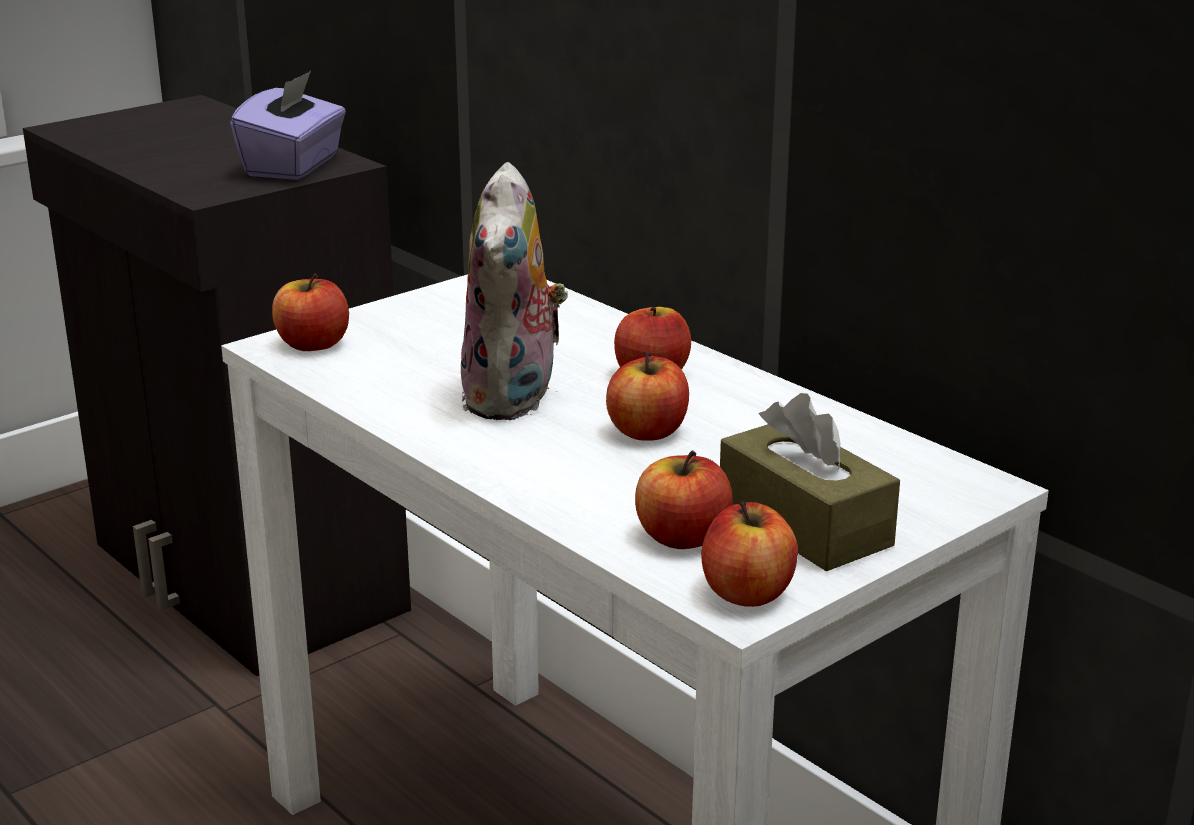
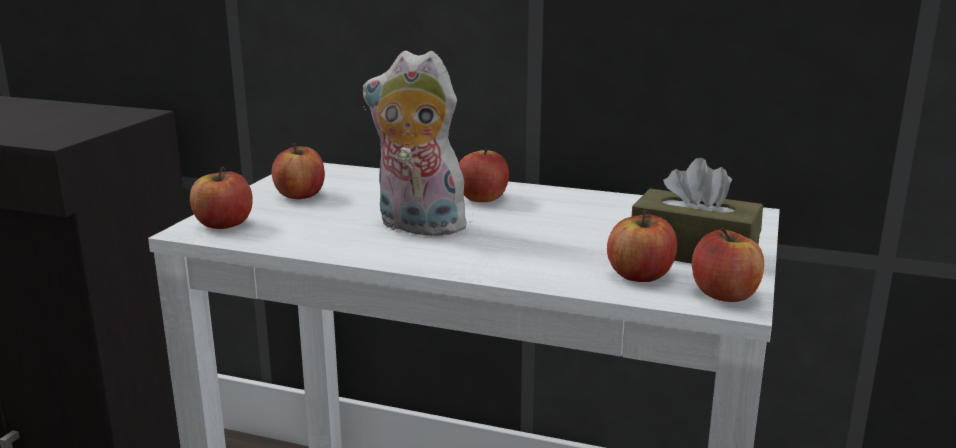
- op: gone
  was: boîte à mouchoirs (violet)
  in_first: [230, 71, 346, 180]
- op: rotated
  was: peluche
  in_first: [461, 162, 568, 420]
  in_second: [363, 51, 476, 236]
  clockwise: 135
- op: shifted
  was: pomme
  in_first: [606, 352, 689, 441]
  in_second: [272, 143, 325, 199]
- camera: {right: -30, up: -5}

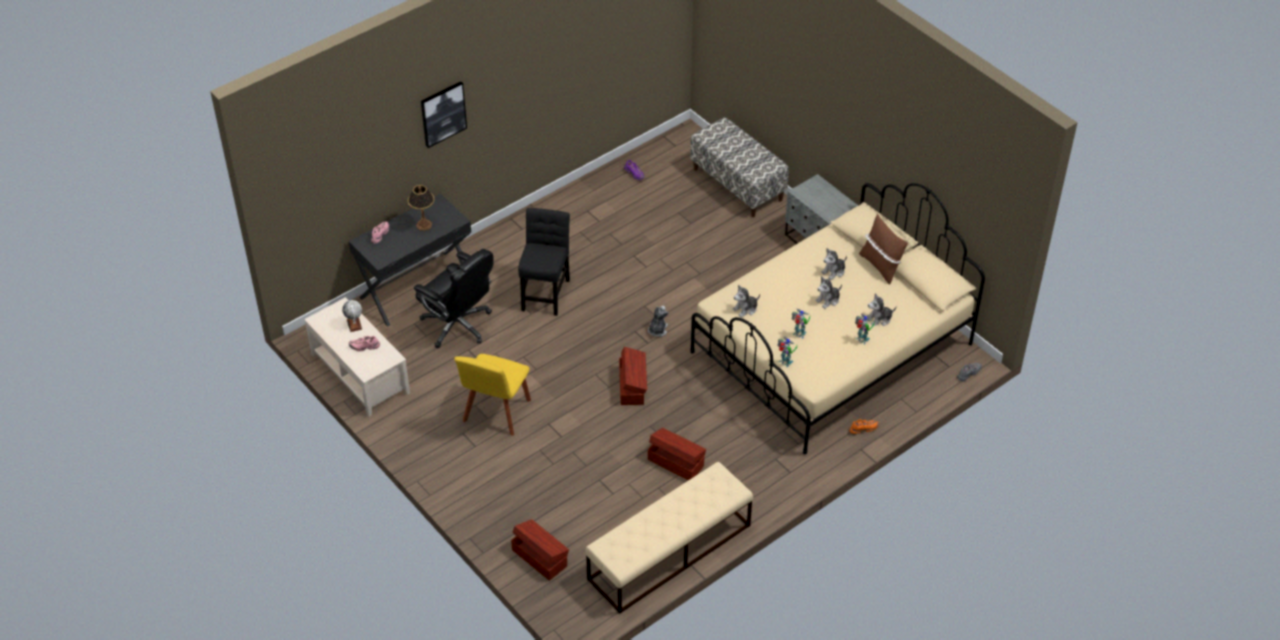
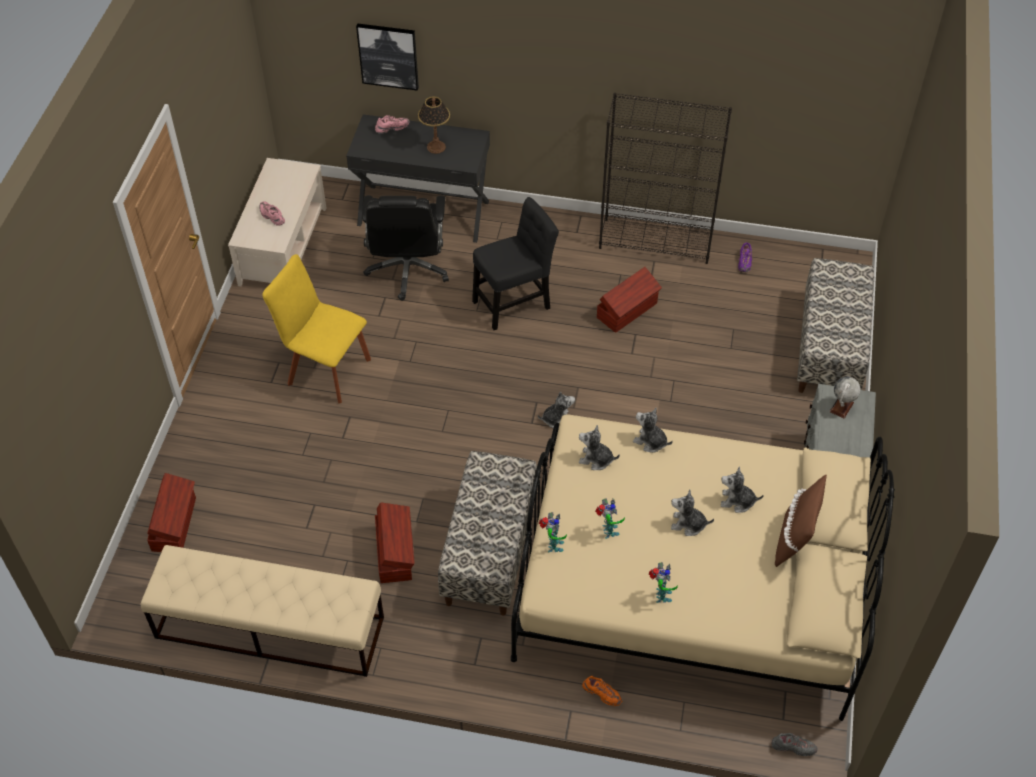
- op: shifted
  was: tableau
  in_first: [421, 82, 467, 148]
  in_second: [356, 23, 419, 91]
- op: shifted
  was: peluche
  in_first: [867, 293, 897, 326]
  in_second: [633, 408, 673, 453]
- op: shifted
  was: globe
  in_first: [342, 300, 362, 332]
  in_second: [830, 377, 861, 419]
- op: shifted
  was: boîte de rangement (marron)
  in_first: [619, 347, 647, 405]
  in_second: [597, 267, 662, 333]
- op: rotated
  was: chaise (jaune)
  in_first: [454, 354, 531, 436]
  in_second: [262, 254, 371, 404]
  clockwise: 45
- op: new
  now: bibliothèque (noir)
  in_second: [599, 93, 732, 264]
- op: new
  now: banc
  in_second: [438, 451, 537, 616]
- camera: {right: 50, up: 5}

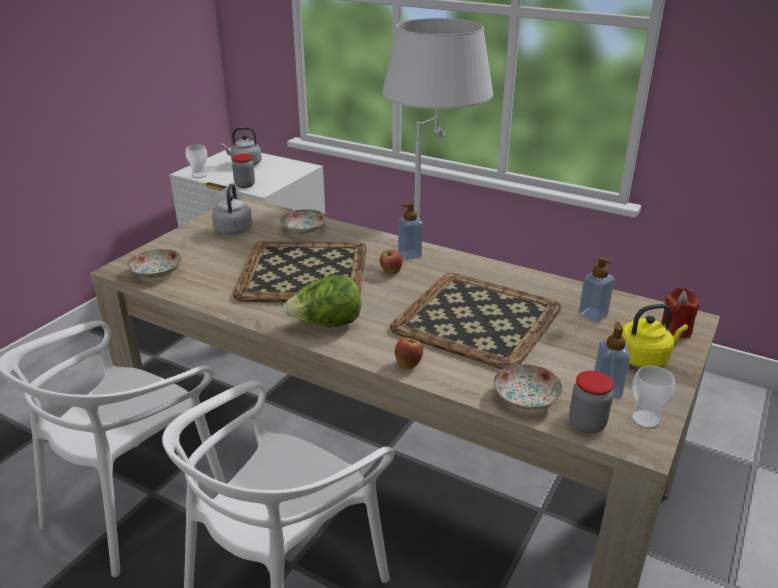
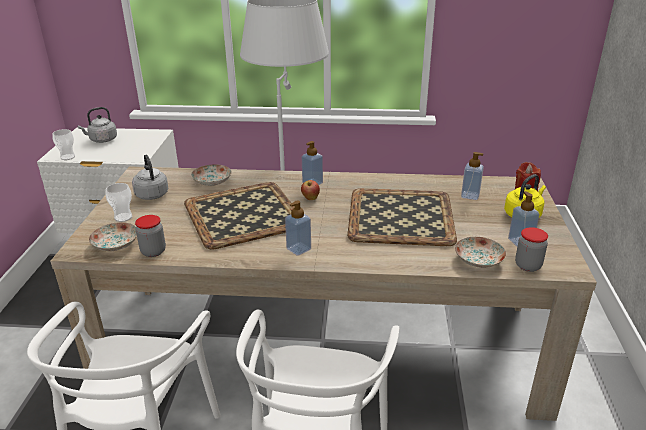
- op: shifted
  was: bocal
  in_first: [232, 154, 255, 188]
  in_second: [135, 215, 166, 257]
- op: swapped
  was: laitue
  now: distributeur de savon
  in_first: [283, 275, 361, 327]
  in_second: [285, 201, 311, 256]
- op: gone
  was: pomme
  in_first: [395, 334, 423, 369]
- op: shifted
  was: tasse
  in_first: [631, 366, 675, 429]
  in_second: [106, 183, 133, 222]
- camera: {right: -25, up: 0}

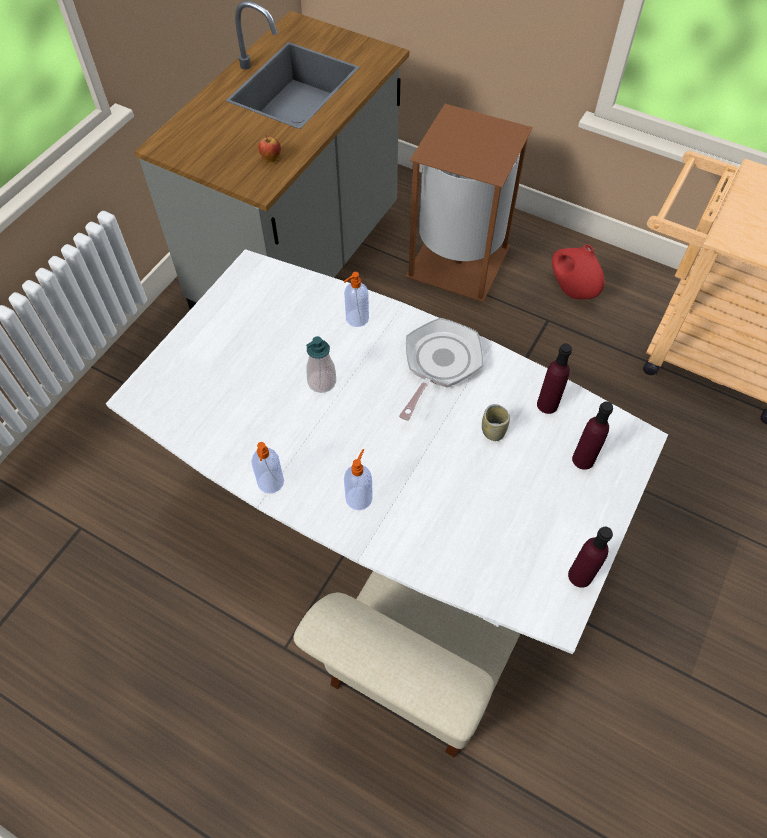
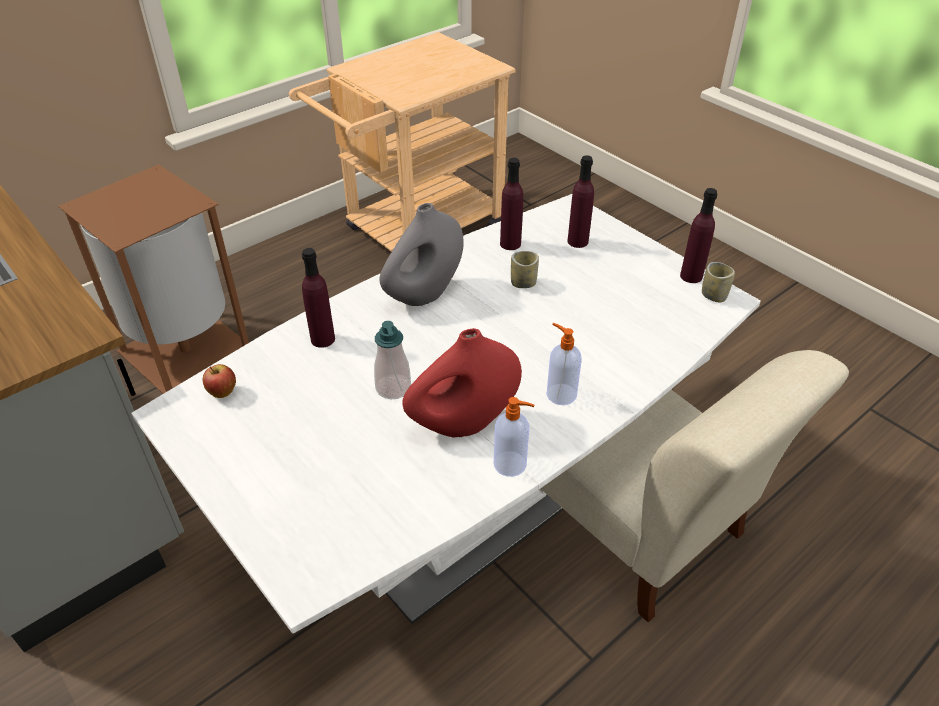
- op: shifted
  was: pomme
  in_first: [258, 134, 281, 162]
  in_second: [203, 364, 236, 398]
- op: shifted
  was: vase (rouge)
  in_first: [552, 244, 605, 299]
  in_second: [402, 328, 522, 438]
- op: swapped
  was: distributeur de savon
  now: bouteille (violet)
  in_first: [344, 272, 369, 327]
  in_second: [302, 248, 335, 348]
- op: swapped
  was: poêle
  now: vase (gris)
  in_first: [399, 318, 483, 421]
  in_second: [379, 203, 464, 306]
- op: new
  now: tasse
  in_second: [702, 262, 735, 302]
- camera: {right: -70, up: -15}

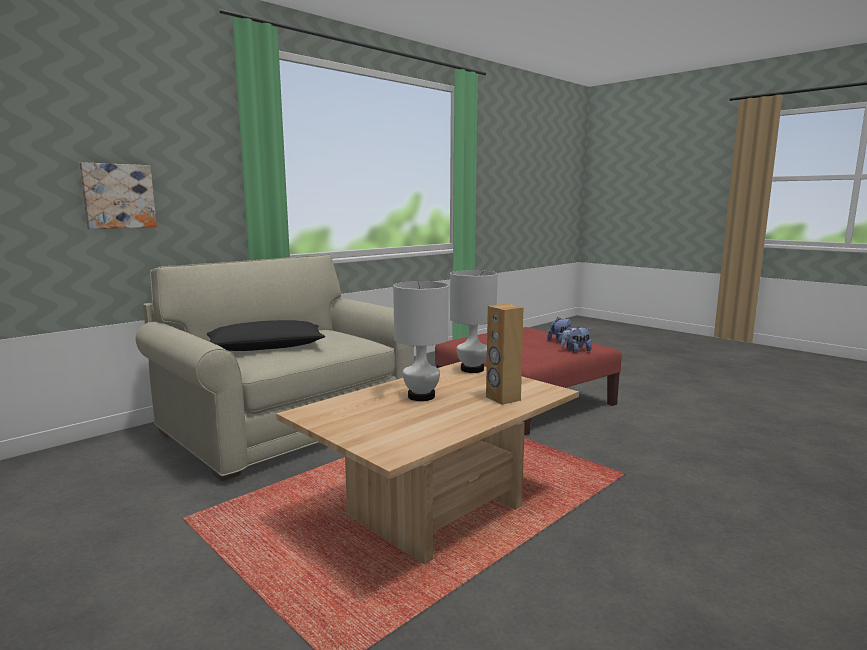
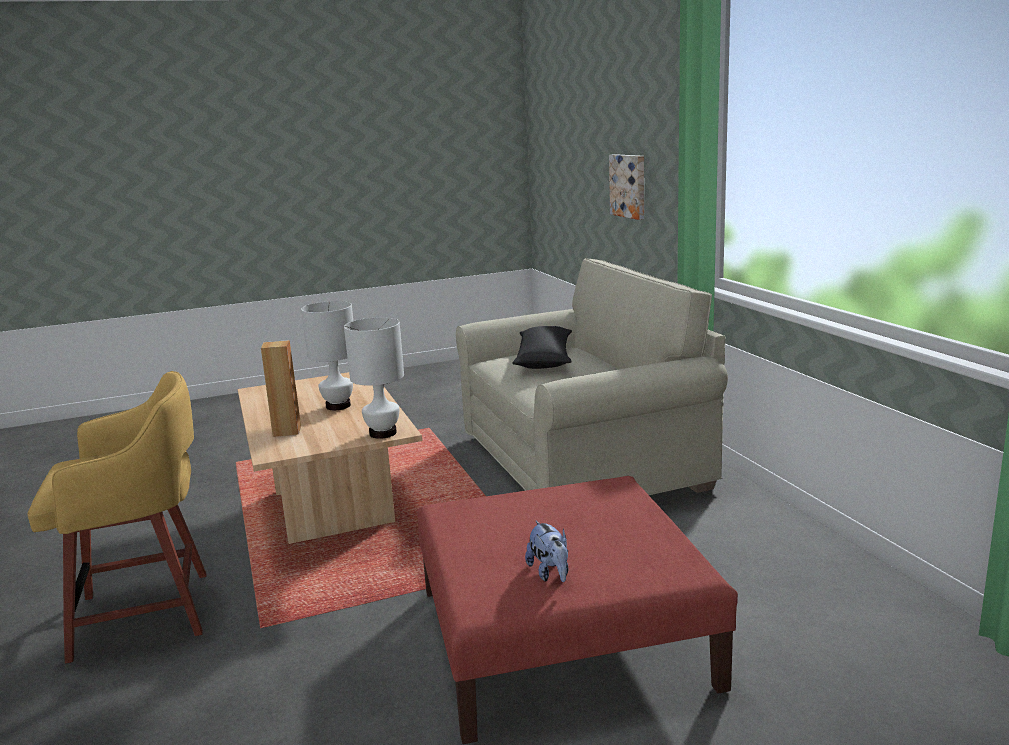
- op: gone
  was: peluche
  in_first: [561, 326, 592, 353]
- op: new
  now: tabouret (jaune)
  in_second: [27, 371, 206, 664]
- camera: {right: 115, up: 5}

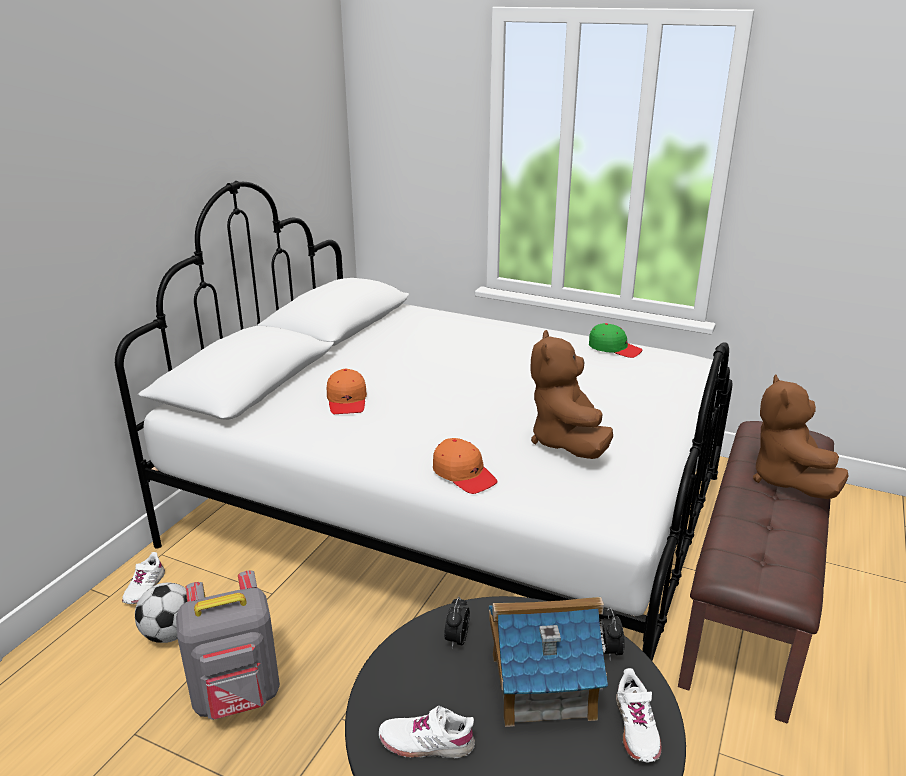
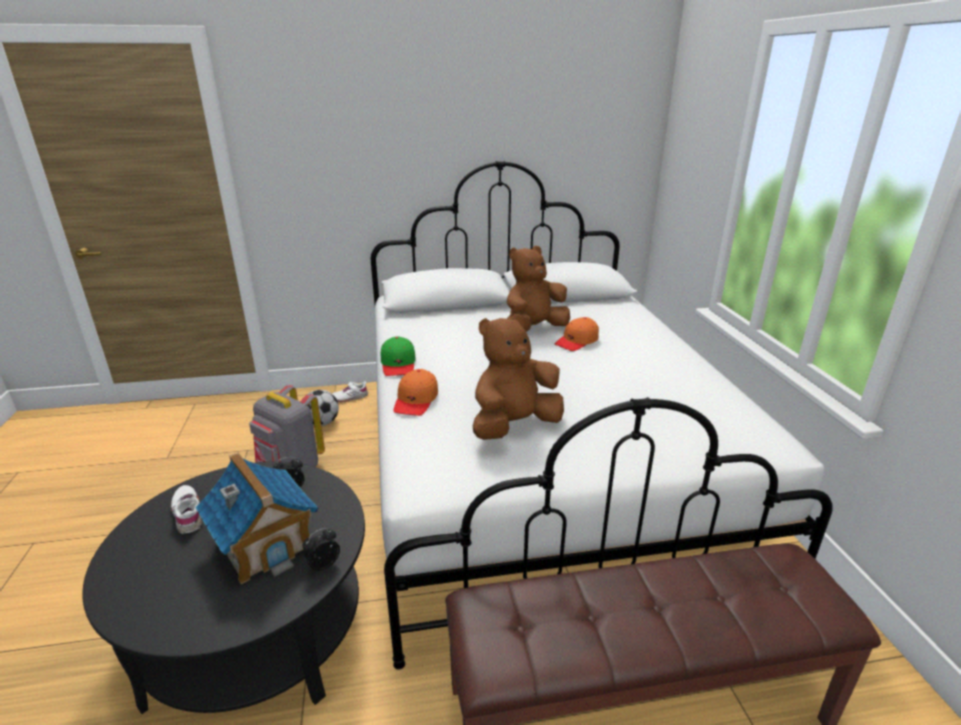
- op: shifted
  was: casquette (vert)
  in_first: [589, 323, 642, 358]
  in_second: [381, 336, 416, 376]
- op: shifted
  was: casquette (orange)
  in_first: [327, 369, 367, 414]
  in_second: [555, 317, 599, 351]
- op: shifted
  was: peluche (marron)
  in_first: [753, 374, 849, 499]
  in_second: [507, 246, 570, 332]
- op: gone
  was: chaussure (blanc)
  in_first: [616, 668, 662, 763]
- camera: {right: 55, up: 0}

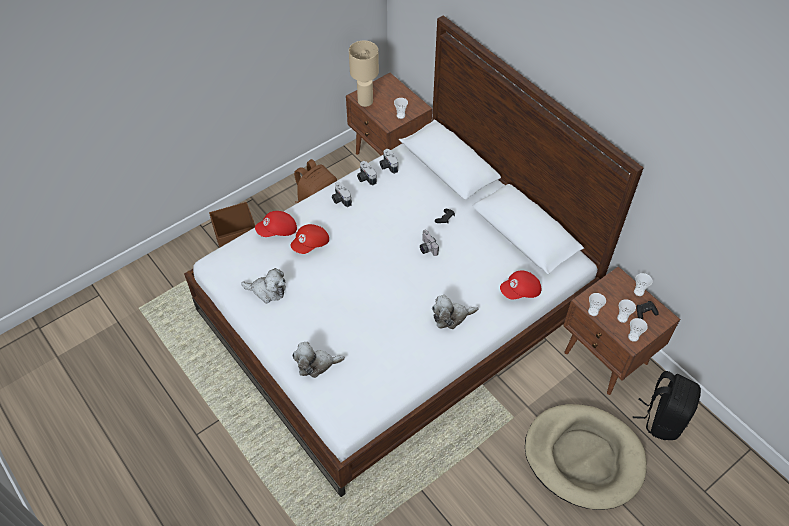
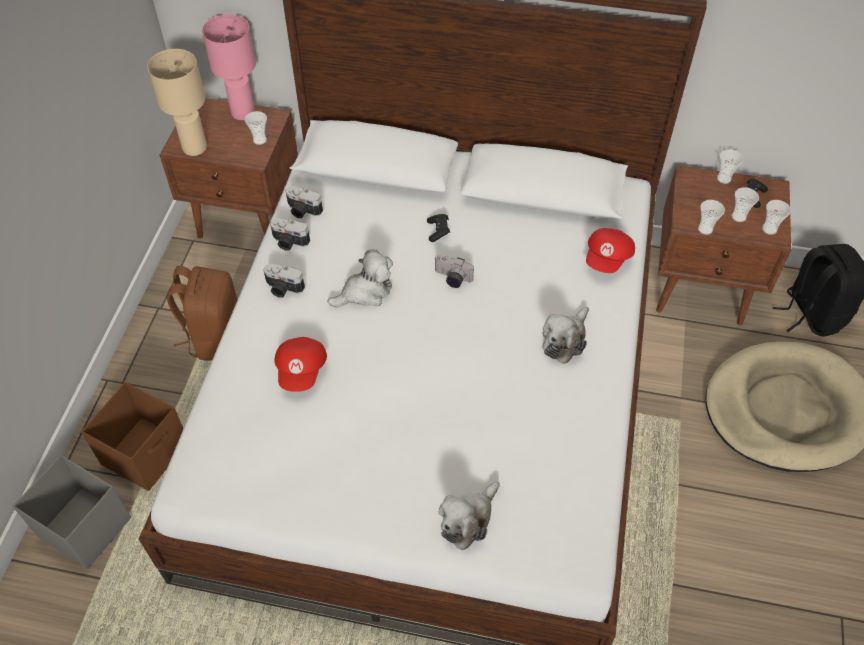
- op: gone
  was: casquette (rouge)
  in_first: [255, 211, 297, 237]
- op: shifted
  was: peluche
  in_first: [241, 268, 286, 303]
  in_second: [327, 249, 393, 307]
- op: new
  now: lampe de table (rose)
  in_second: [202, 14, 256, 120]
- op: new
  now: boîte de rangement (gris)
  in_second: [13, 455, 131, 569]
- camera: {right: -40, up: 0}

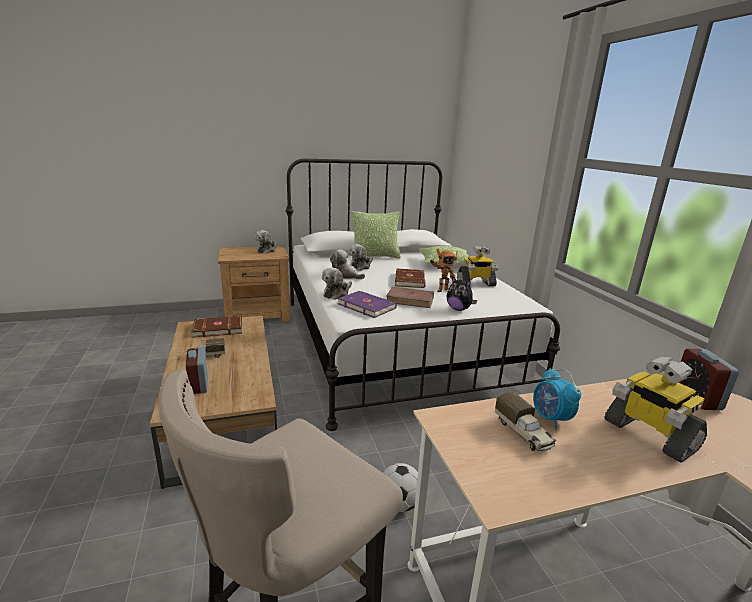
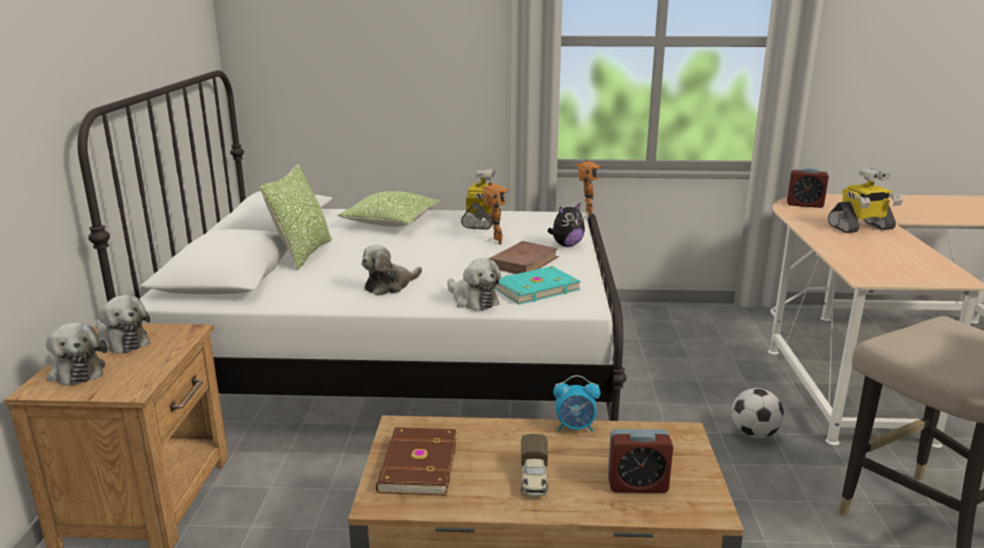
- op: shifted
  was: peluche
  in_first: [349, 244, 373, 271]
  in_second: [46, 322, 108, 385]
- op: gone
  was: livre (marron)
  in_first: [395, 269, 425, 288]
- op: repainted
  was: livre (violet)
  now: livre (turquoise)
  in_first: [337, 291, 397, 318]
  in_second: [494, 266, 581, 305]
- op: shifted
  was: réveil
  in_first: [533, 368, 581, 430]
  in_second: [553, 375, 600, 432]
- op: gone
  was: camion jouet
  in_first: [495, 392, 556, 451]
- op: new
  now: robot jouet
  in_second: [576, 159, 602, 216]
- camera: {right: -70, up: 0}

